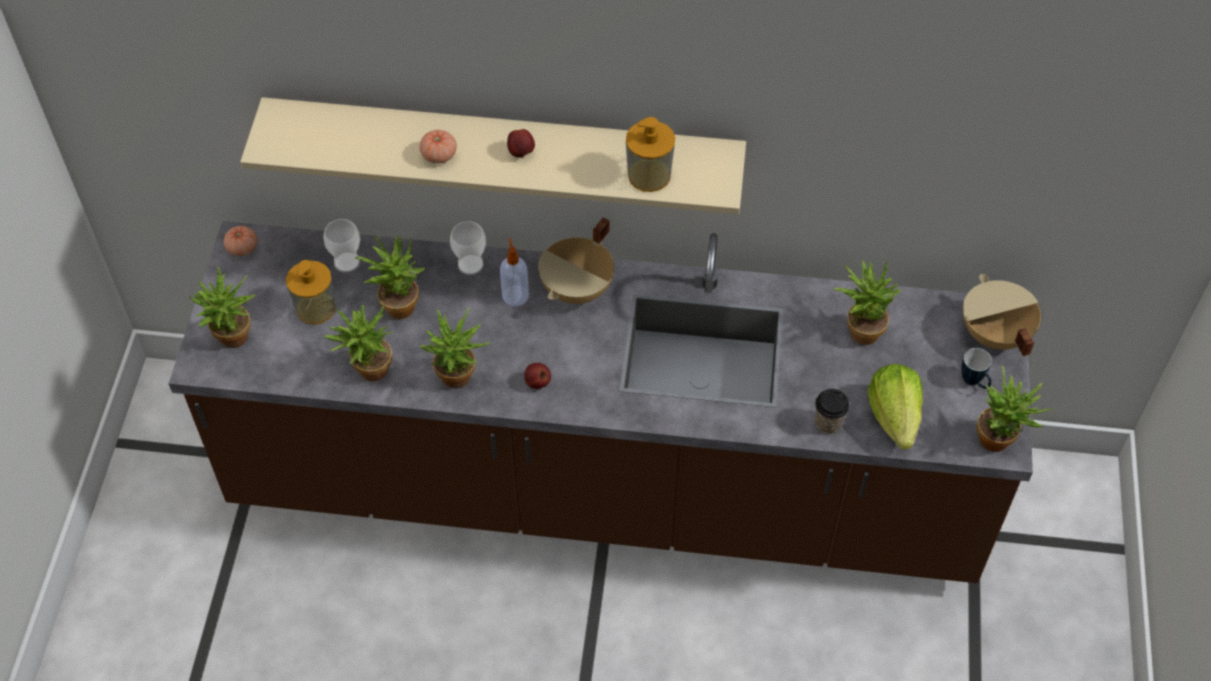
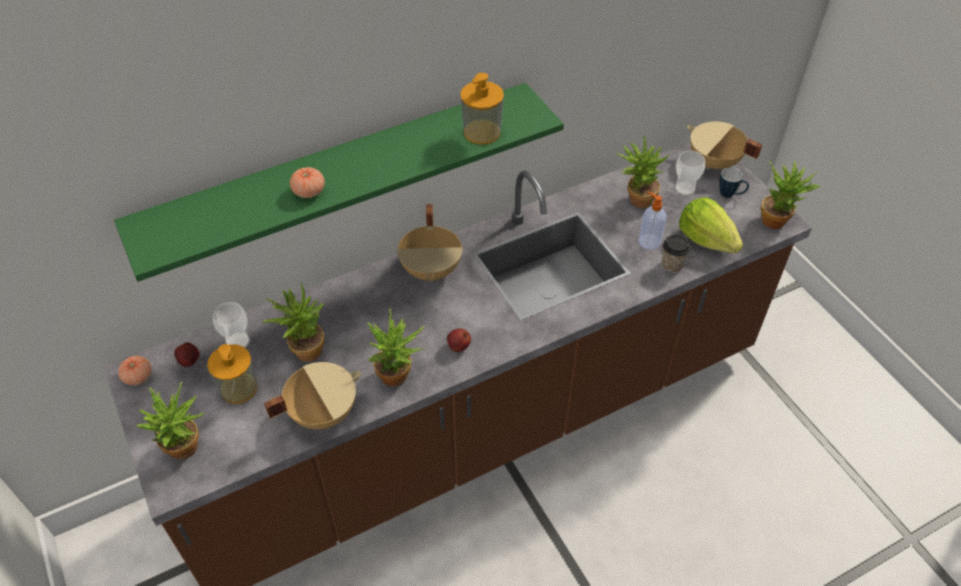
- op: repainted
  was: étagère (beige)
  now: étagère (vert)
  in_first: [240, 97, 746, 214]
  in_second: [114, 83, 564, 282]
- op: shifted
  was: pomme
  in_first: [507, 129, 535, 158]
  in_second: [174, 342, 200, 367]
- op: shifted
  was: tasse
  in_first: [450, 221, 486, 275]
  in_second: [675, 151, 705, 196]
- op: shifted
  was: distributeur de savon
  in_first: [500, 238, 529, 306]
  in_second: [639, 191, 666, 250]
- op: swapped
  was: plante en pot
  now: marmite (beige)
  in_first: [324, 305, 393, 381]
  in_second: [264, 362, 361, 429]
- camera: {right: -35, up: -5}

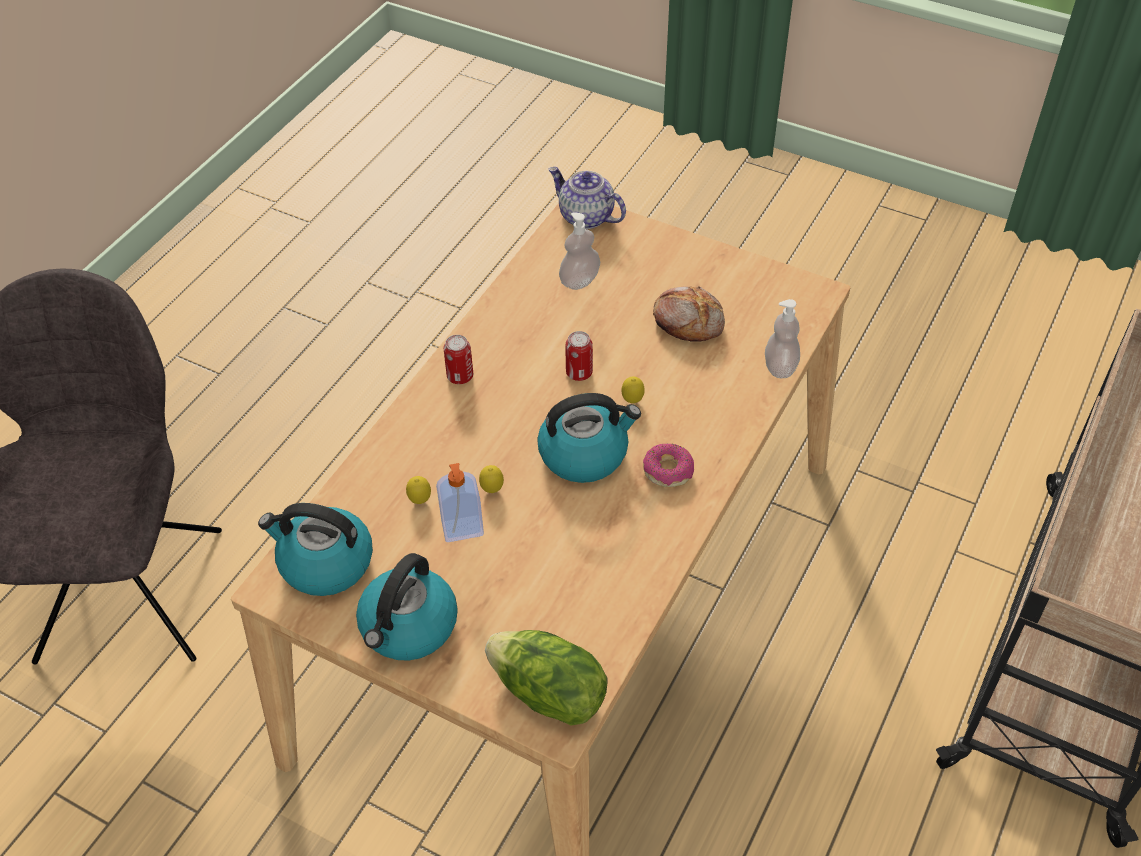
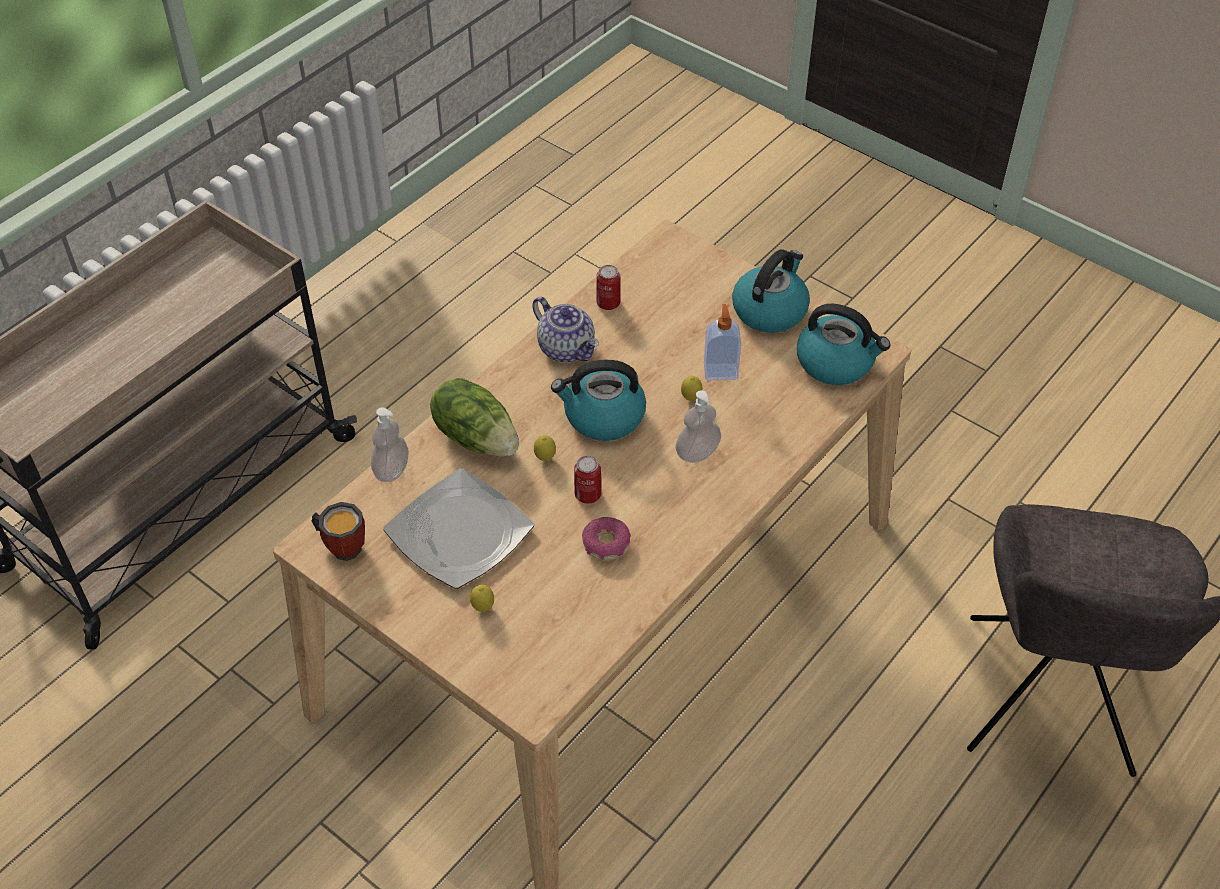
- op: shifted
  was: théière
  in_first: [549, 167, 626, 229]
  in_second: [532, 297, 599, 362]
- op: shifted
  was: distributeur de savon
  in_first: [559, 212, 600, 290]
  in_second: [676, 390, 721, 463]
- op: swapped
  was: pain
  now: assiette
  in_first: [653, 286, 725, 342]
  in_second: [383, 468, 534, 589]
- op: shifted
  was: boîte métallique
  in_first: [444, 335, 473, 384]
  in_second: [596, 265, 620, 310]
- op: shifted
  was: beignet
  in_first: [643, 444, 694, 487]
  in_second: [582, 517, 631, 560]
- op: shifted
  was: citron
  in_first: [406, 476, 431, 504]
  in_second: [470, 585, 494, 612]
- op: shifted
  was: laitue
  in_first: [485, 630, 608, 726]
  in_second: [430, 378, 519, 457]
- op: new
  now: mug
  in_second: [312, 502, 365, 561]
- camera: {right: -170, up: 0}

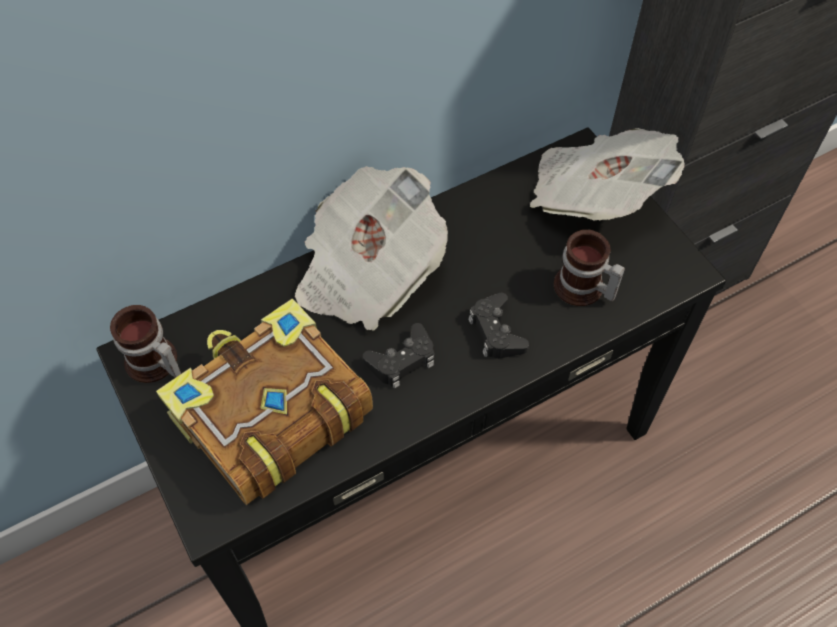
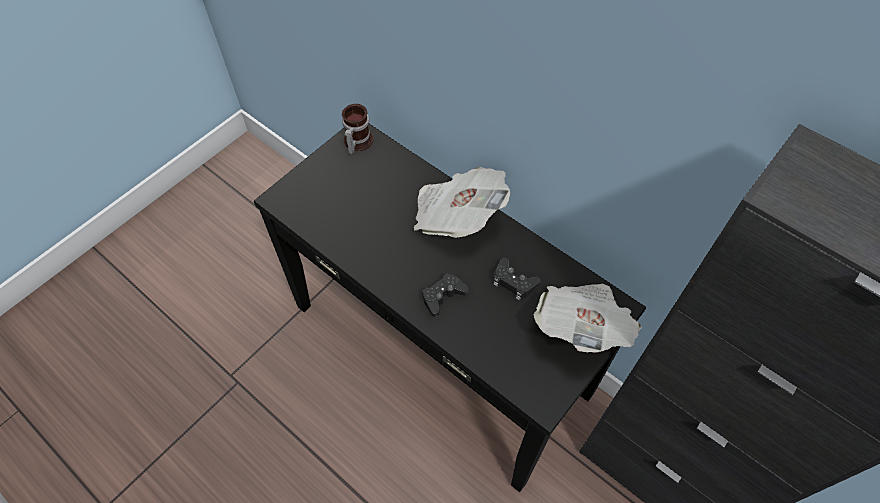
- op: gone
  was: mug
  in_first: [554, 230, 625, 306]
- op: gone
  was: livre
  in_first: [156, 298, 373, 505]
- op: shifted
  was: manette (noir)
  in_first: [363, 323, 434, 388]
  in_second: [494, 258, 540, 300]
- camera: {right: 70, up: 0}

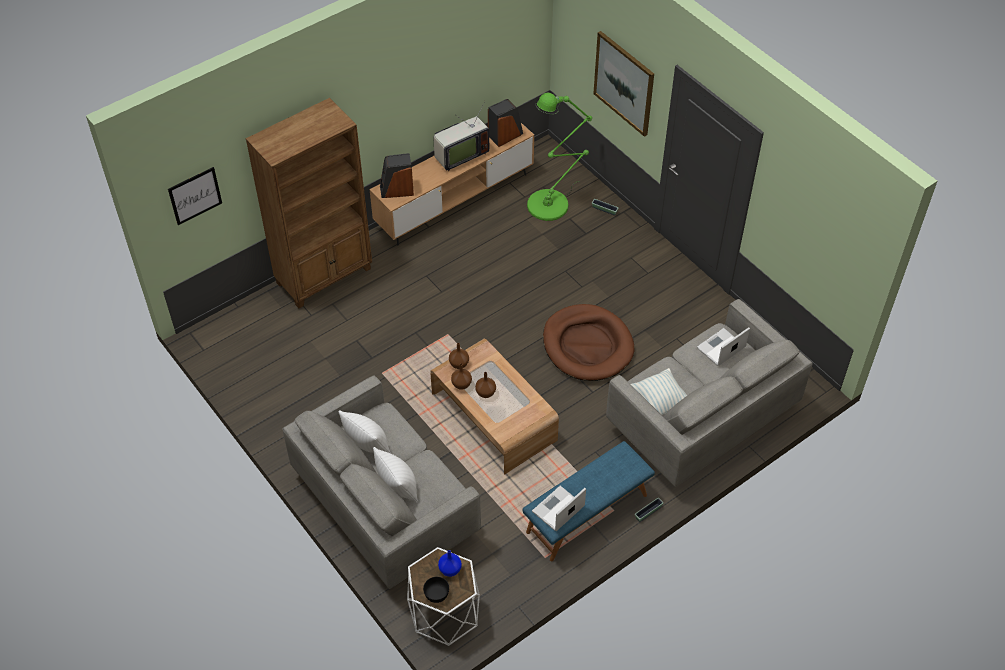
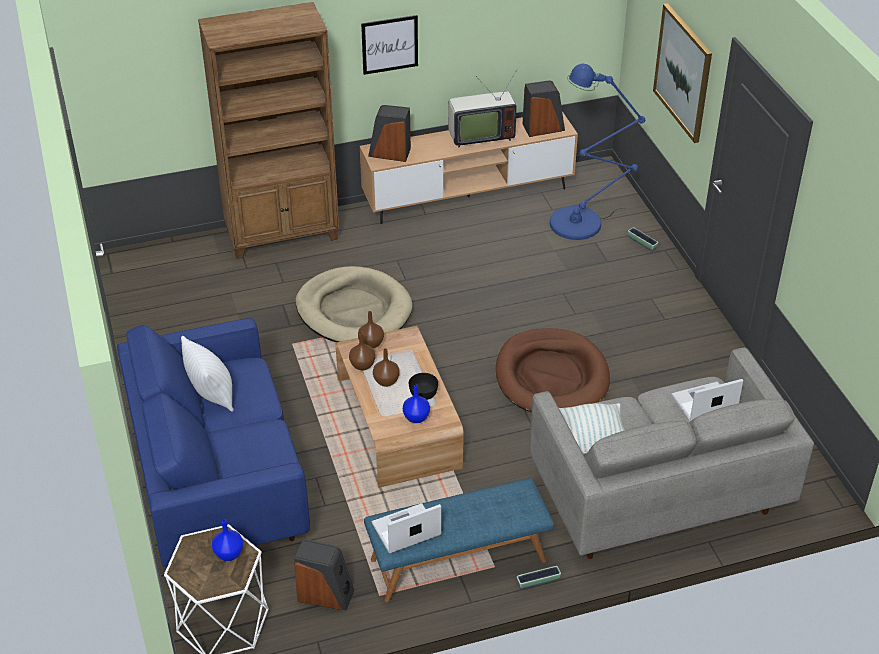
- op: repainted
  was: lampadaire (vert)
  now: lampadaire (bleu)
  in_first: [527, 93, 592, 221]
  in_second: [550, 64, 646, 240]
- op: shifted
  was: tableau
  in_first: [168, 167, 222, 225]
  in_second: [361, 15, 418, 75]
- op: repainted
  was: canapé (gris)
  now: canapé (bleu)
  in_first: [282, 375, 481, 589]
  in_second: [117, 318, 310, 567]
- op: gone
  was: coussin (blanc)
  in_first: [373, 447, 418, 503]
- op: shifted
  was: bol (noir)
  in_first: [423, 577, 449, 603]
  in_second: [409, 373, 438, 400]
- op: new
  now: panier pour chien (beige)
  in_second: [296, 266, 412, 342]
- op: new
  now: vase (bleu)
  in_second: [403, 385, 430, 423]
- op: new
  now: enceinte
  in_second: [294, 539, 355, 610]
- camera: {right: 20, up: -10}

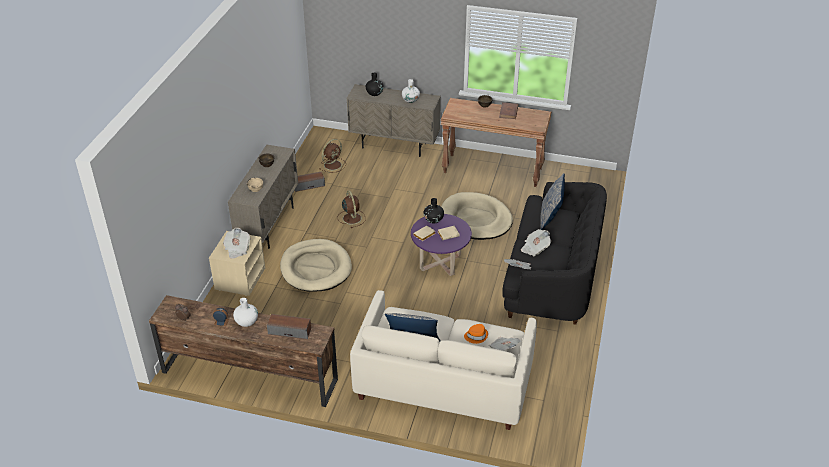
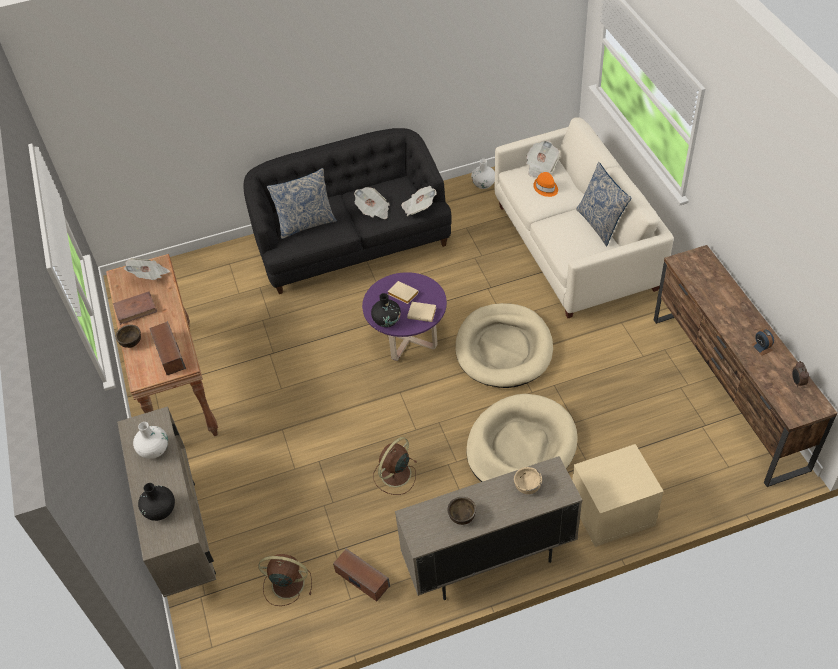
- op: shifted
  was: panier pour chien (beige)
  in_first: [441, 192, 513, 240]
  in_second: [455, 303, 553, 388]
- op: shifted
  was: journal
  in_first: [223, 228, 251, 259]
  in_second: [124, 258, 170, 280]
- op: shifted
  was: vase (blanc)
  in_first: [233, 298, 258, 327]
  in_second: [471, 159, 495, 189]
- op: shifted
  was: enceinte
  in_first: [267, 314, 311, 339]
  in_second: [149, 321, 186, 375]
- camera: {right: -120, up: 10}

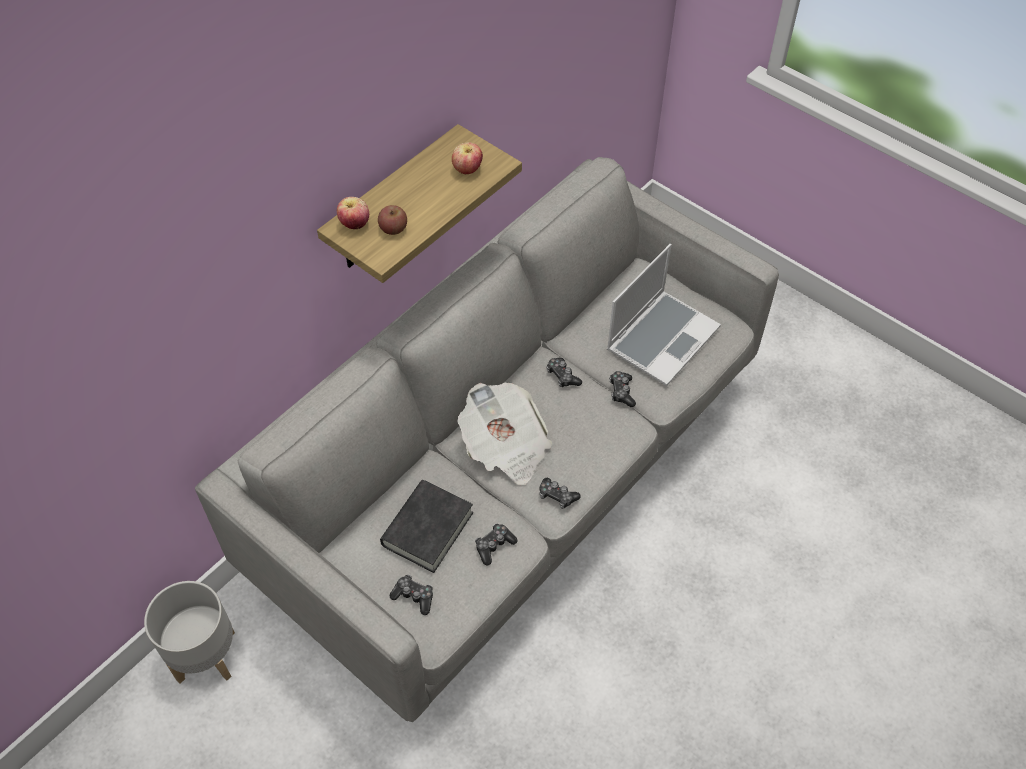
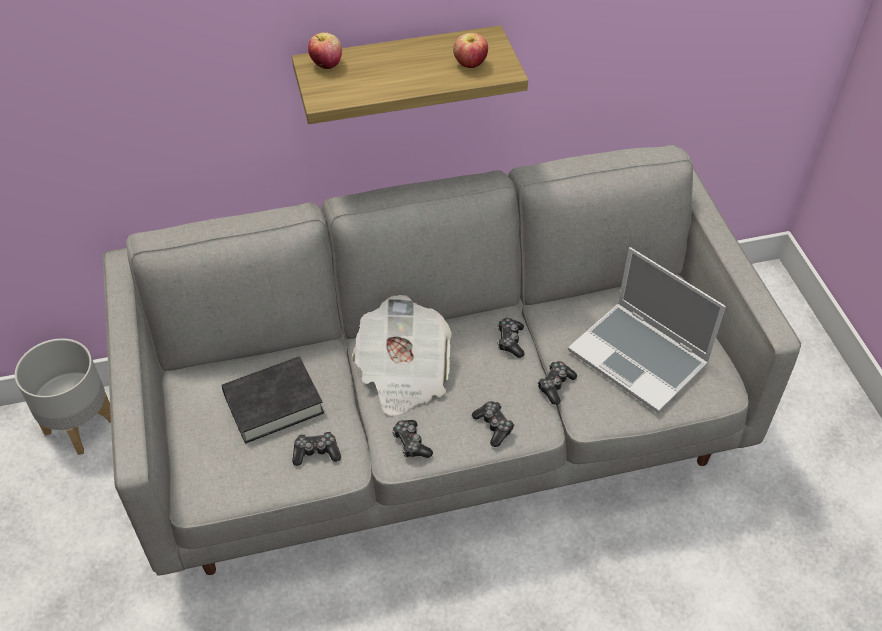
- op: gone
  was: pomme
  in_first: [378, 205, 407, 235]
- op: rotated
  was: ordinateur portable
  in_first: [607, 244, 721, 386]
  in_second: [568, 247, 726, 413]
  clockwise: 60
- op: shifted
  was: manette
  in_first: [390, 574, 433, 615]
  in_second: [472, 401, 514, 447]
- camera: {right: 35, up: -5}

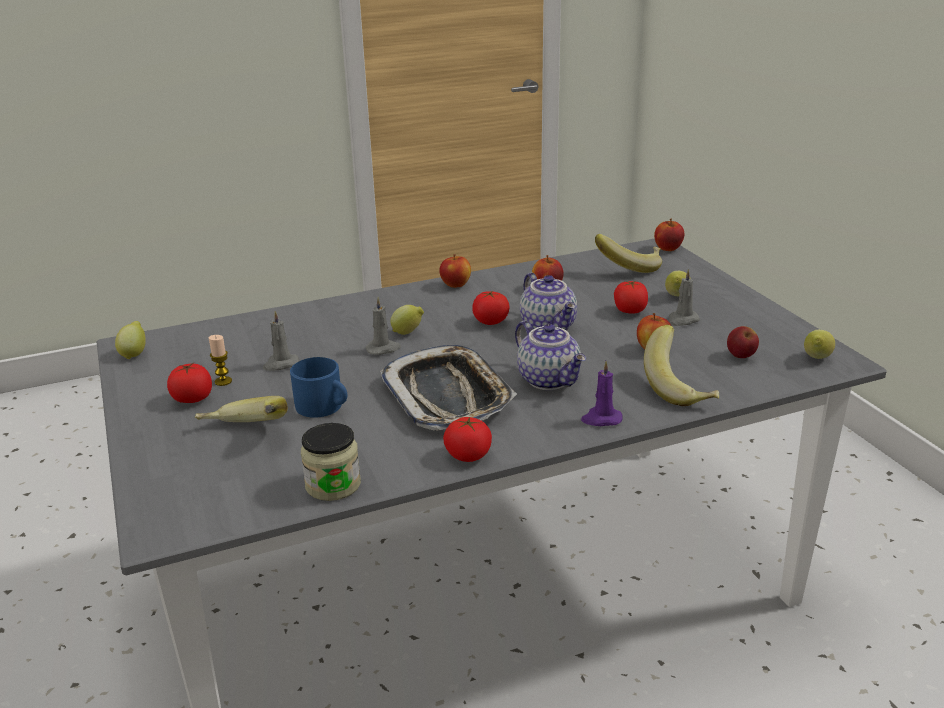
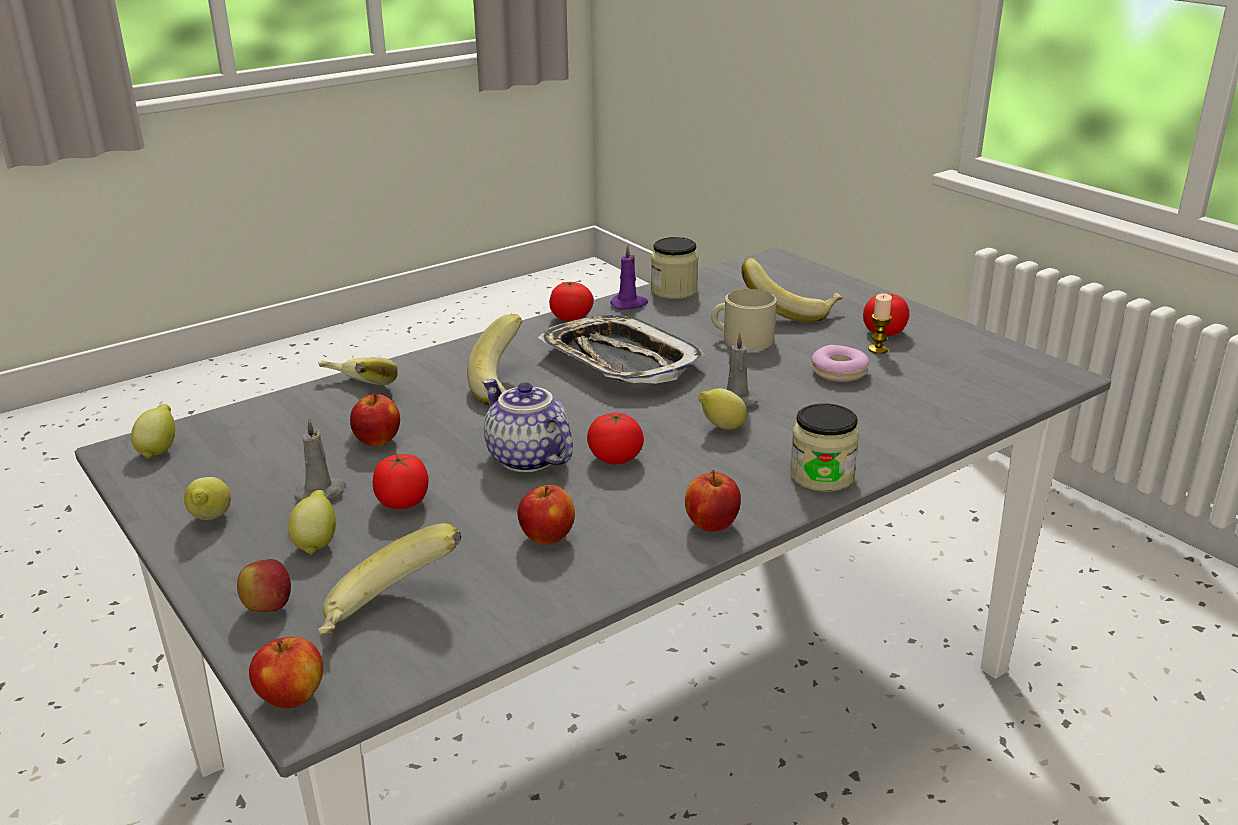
- op: swapped
  was: bougie (gris)
  now: beignet
  in_first: [263, 311, 299, 371]
  in_second: [811, 345, 869, 382]
- op: swapped
  was: théière
  now: banane
  in_first: [515, 320, 586, 390]
  in_second: [467, 314, 522, 405]
- op: shifted
  was: citron
  in_first: [115, 321, 146, 359]
  in_second: [184, 477, 231, 520]
- op: shifted
  was: pomme
  in_first: [727, 326, 759, 358]
  in_second: [237, 559, 291, 612]
- op: repainted
  was: mug (bleu)
  now: mug (beige)
  in_first: [290, 357, 347, 418]
  in_second: [711, 289, 777, 351]
- op: shifted
  was: bougie (violet)
  in_first: [581, 361, 623, 426]
  in_second: [610, 245, 648, 310]
- op: new
  now: bocal
  in_second: [790, 403, 859, 492]
- camera: {right: 165, up: 0}

